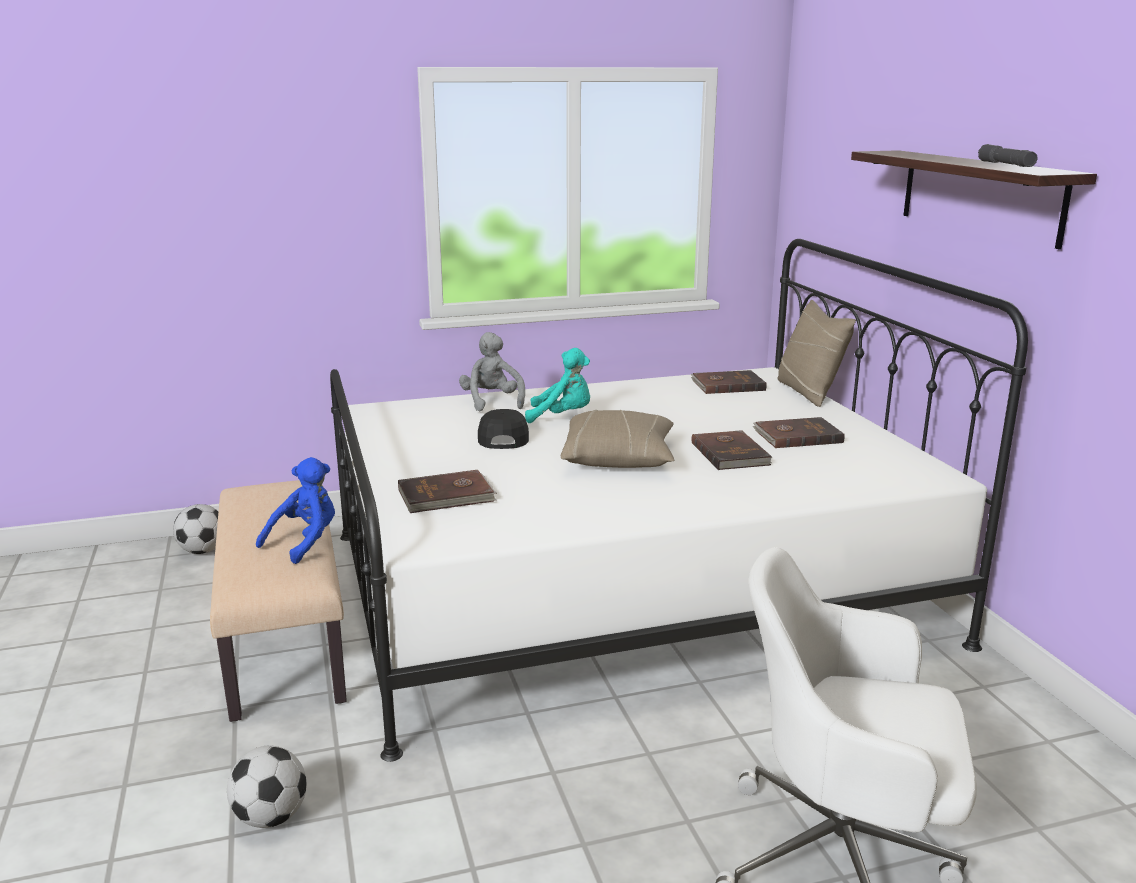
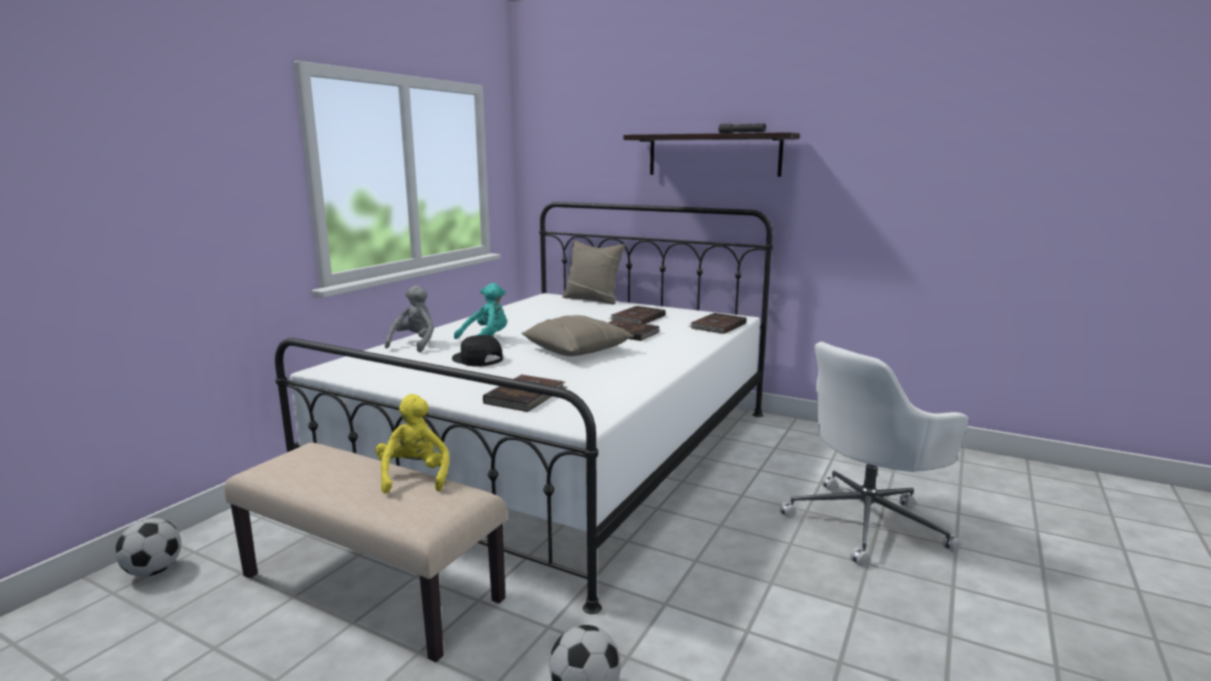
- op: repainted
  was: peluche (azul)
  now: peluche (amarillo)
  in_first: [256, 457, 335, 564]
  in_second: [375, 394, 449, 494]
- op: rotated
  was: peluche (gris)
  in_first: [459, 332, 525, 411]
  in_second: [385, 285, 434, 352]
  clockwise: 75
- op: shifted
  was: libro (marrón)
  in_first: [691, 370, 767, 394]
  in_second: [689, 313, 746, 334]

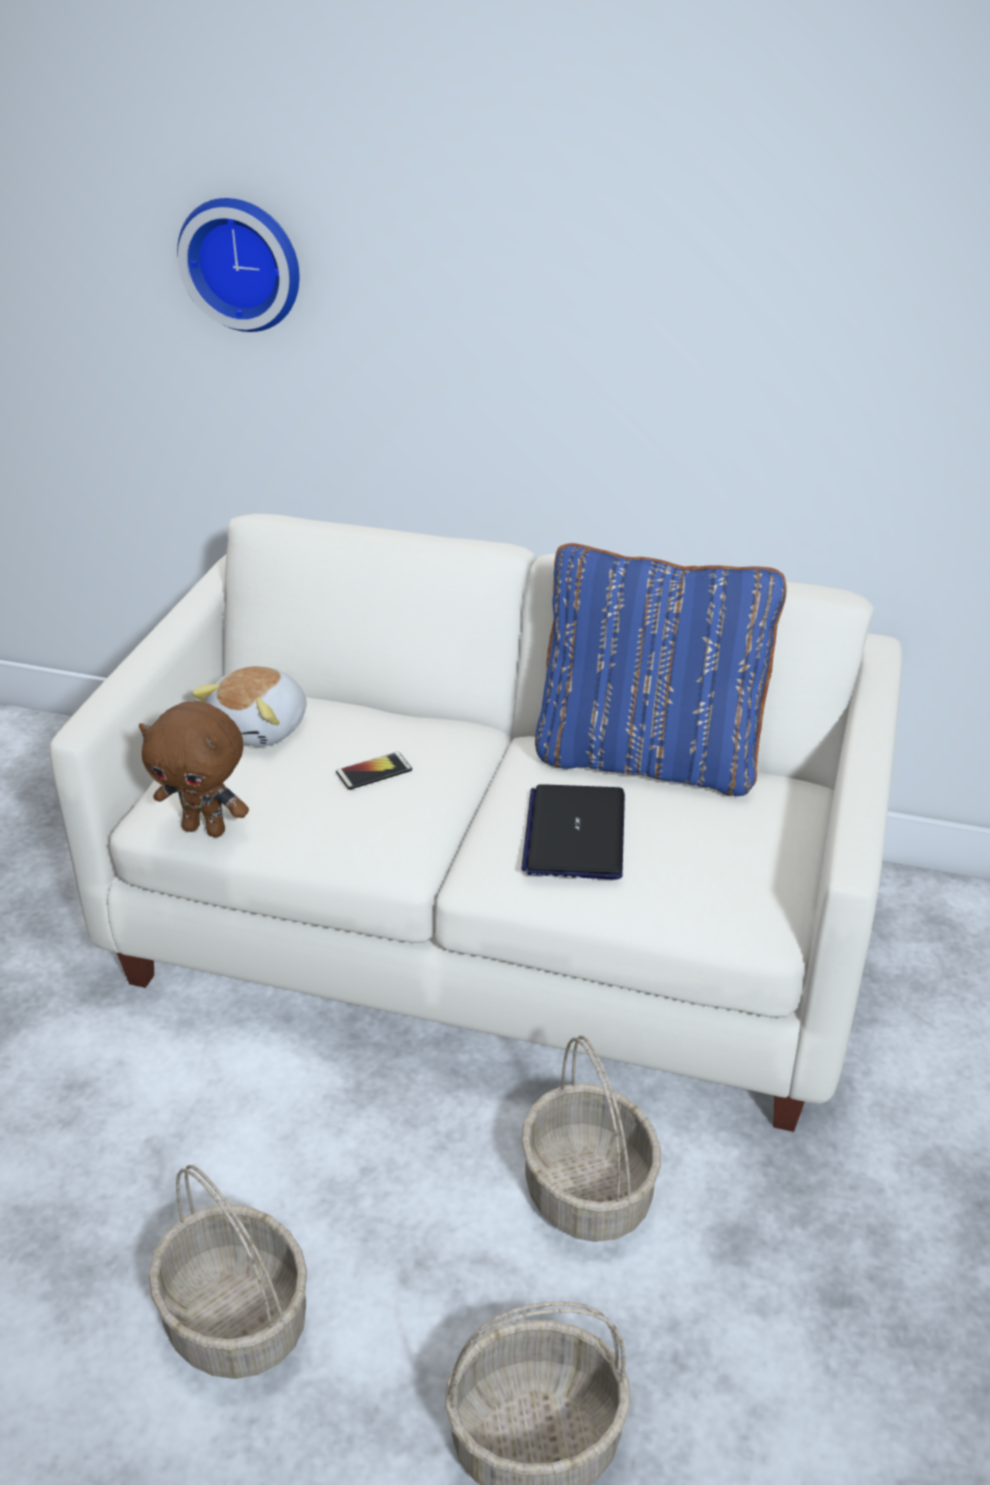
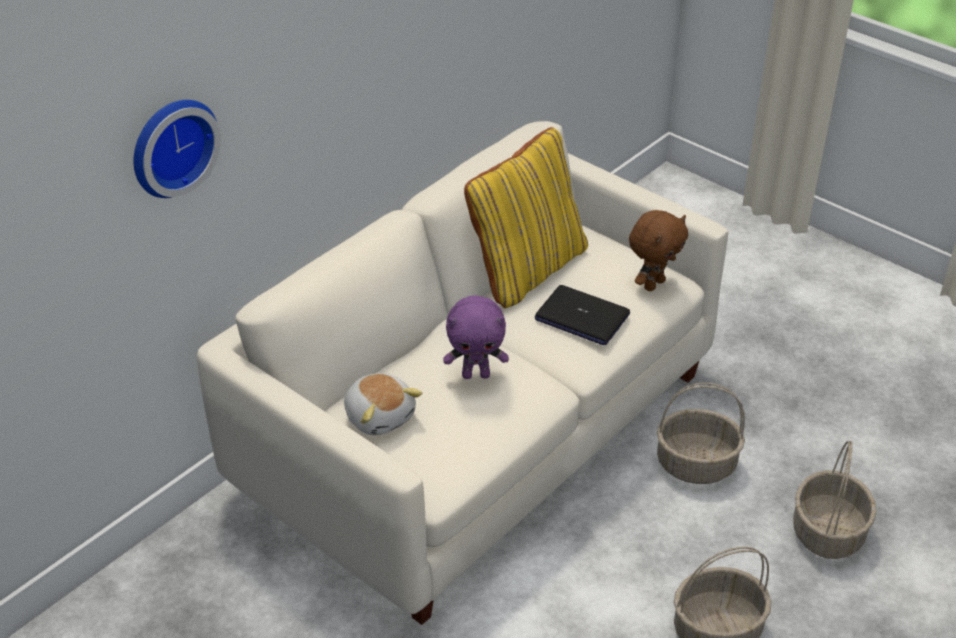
- op: shifted
  was: peluche (marrón)
  in_first: [139, 701, 249, 837]
  in_second: [629, 210, 688, 291]
- op: swapped
  was: móvil
  now: peluche (morado)
  in_first: [336, 752, 412, 790]
  in_second: [443, 295, 509, 379]
- op: repainted
  was: cojín (azul)
  now: cojín (amarillo)
  in_first: [535, 543, 787, 796]
  in_second: [464, 127, 588, 308]

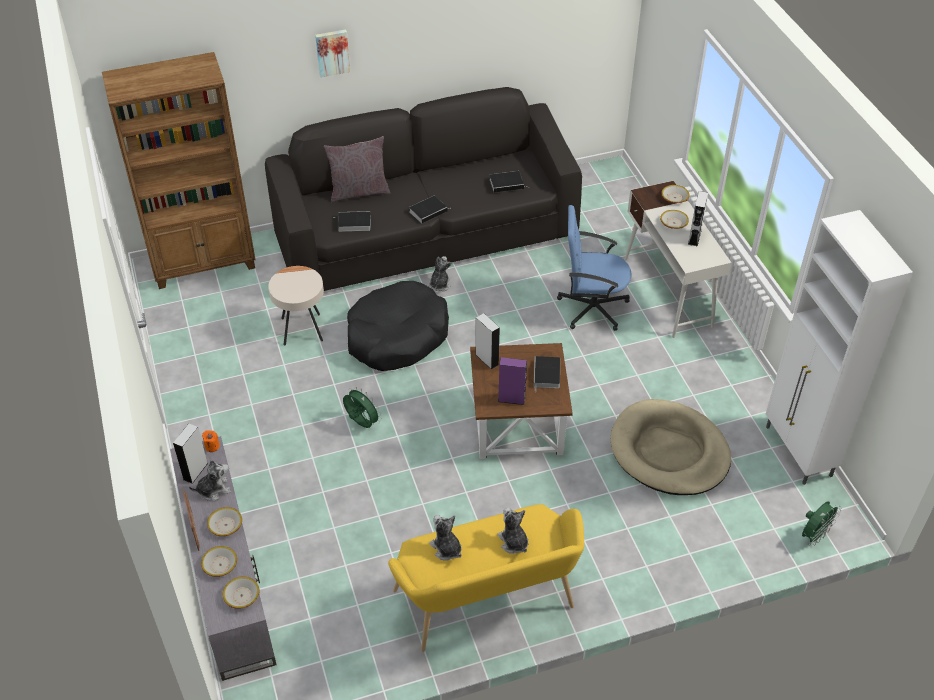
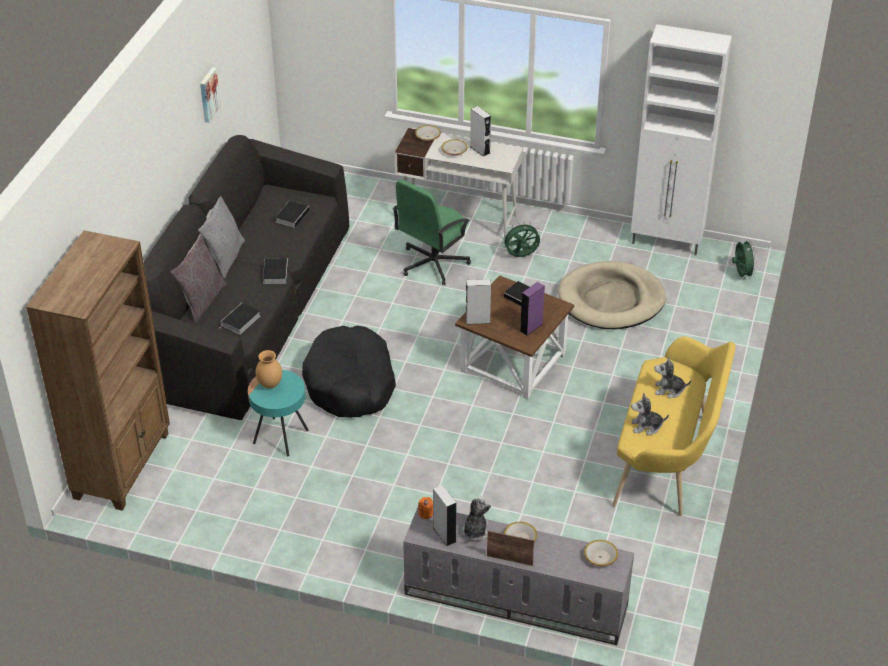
- op: gone
  was: cuenco
  in_first: [201, 546, 237, 577]
- op: repainted
  was: mesa auxiliar (beis)
  now: mesa auxiliar (turquesa)
  in_first: [268, 266, 324, 346]
  in_second: [248, 370, 309, 457]
- op: shifted
  was: cuadro
  in_first: [315, 29, 350, 77]
  in_second: [200, 67, 221, 123]
- op: shifted
  was: ventilador (verde)
  in_first: [343, 387, 382, 428]
  in_second: [502, 222, 540, 257]
- op: gone
  was: peluche
  in_first: [429, 256, 451, 292]
- op: repainted
  was: silla de oficina (azul)
  now: silla de oficina (verde)
  in_first: [557, 205, 632, 331]
  in_second: [392, 179, 471, 285]
- op: new
  now: cojín (gris)
  in_second: [198, 196, 245, 279]
- op: new
  now: florero (marrón)
  in_second: [256, 350, 282, 389]

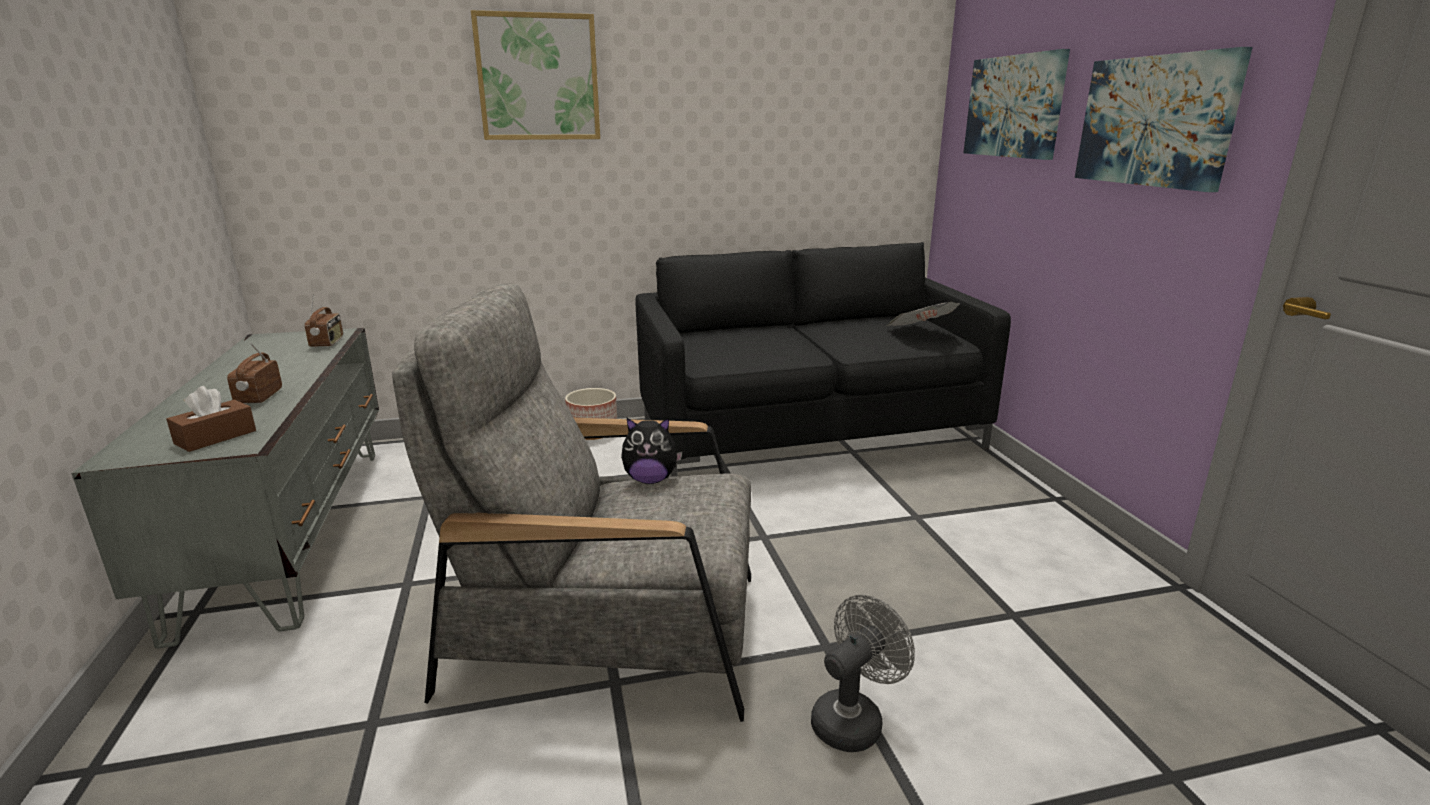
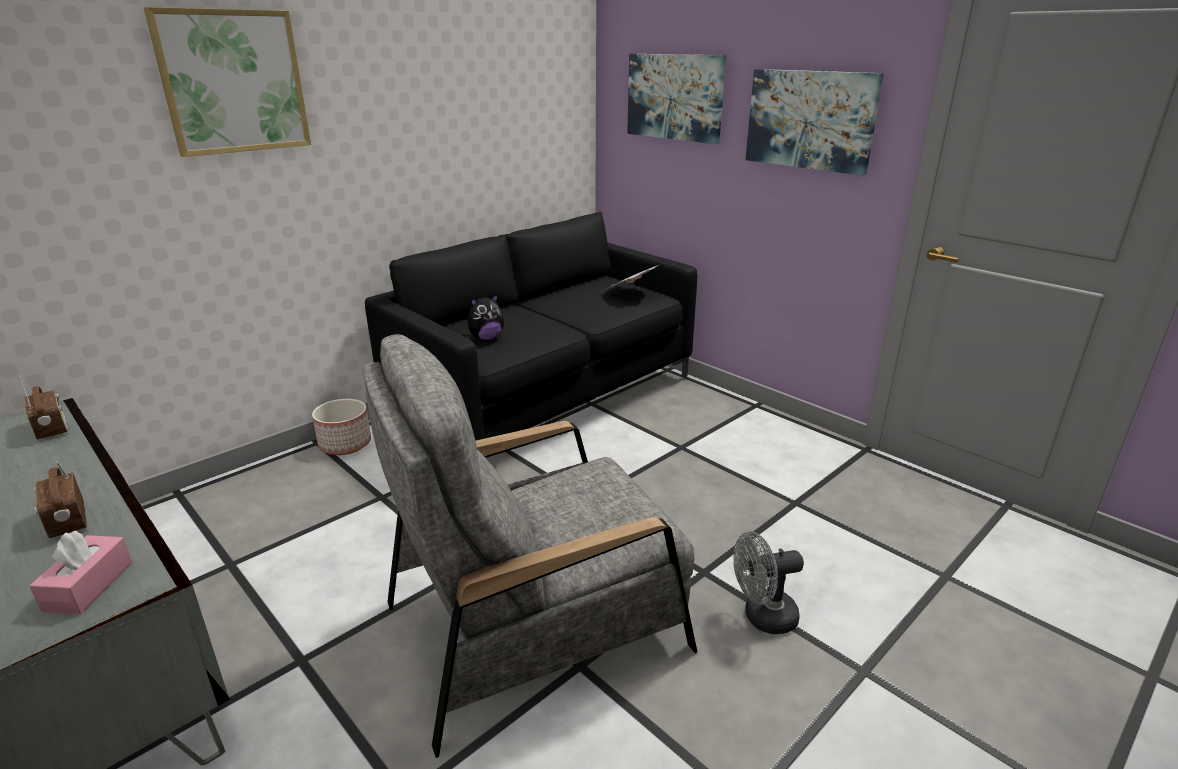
- op: repainted
  was: caja de pañuelos (marrón)
  now: caja de pañuelos (rosa)
  in_first: [166, 386, 256, 452]
  in_second: [30, 531, 132, 614]
- op: shifted
  was: peluche
  in_first: [621, 418, 683, 484]
  in_second: [467, 293, 504, 341]
- op: rotated
  was: ventilador (gris)
  in_first: [811, 595, 915, 752]
  in_second: [733, 532, 804, 634]
  clockwise: -120

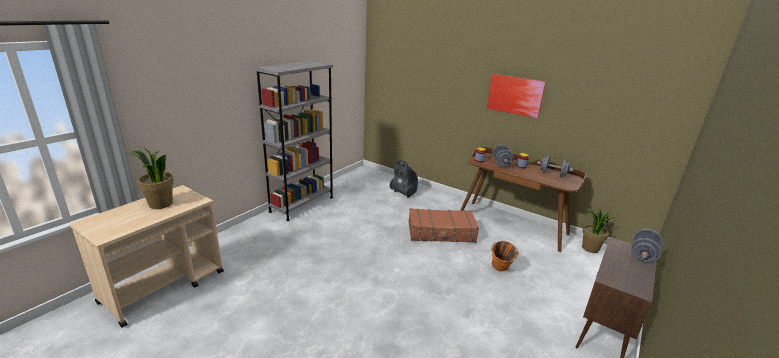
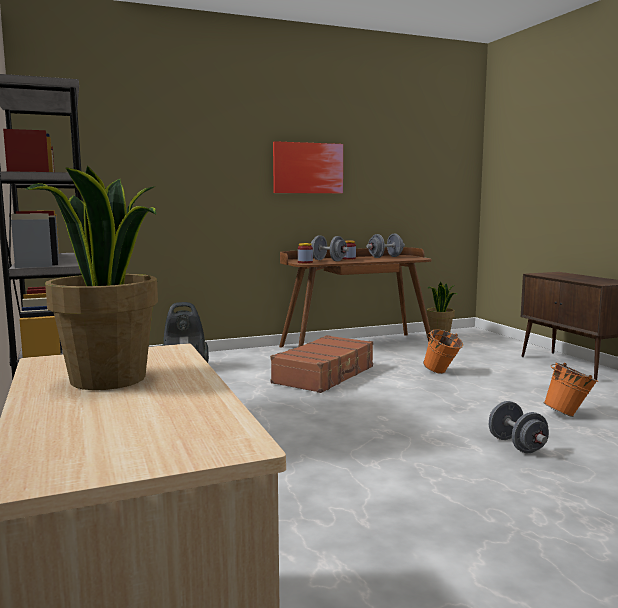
- op: shifted
  was: mancuerna (gris)
  in_first: [630, 229, 663, 263]
  in_second: [489, 401, 549, 453]
- op: new
  now: cubo (naranja)
  in_second: [544, 362, 598, 417]

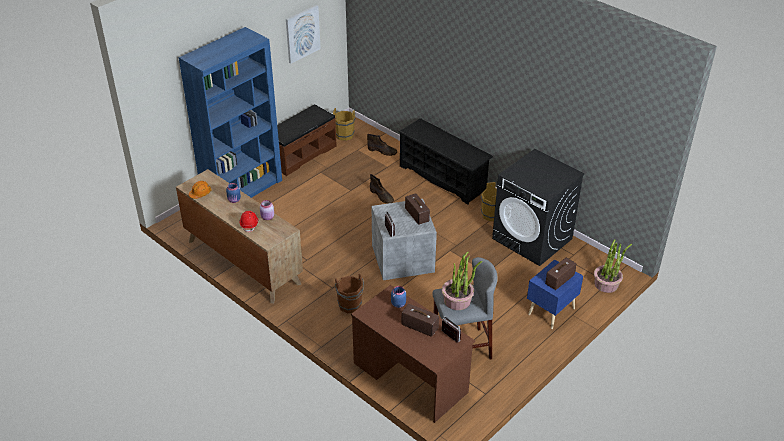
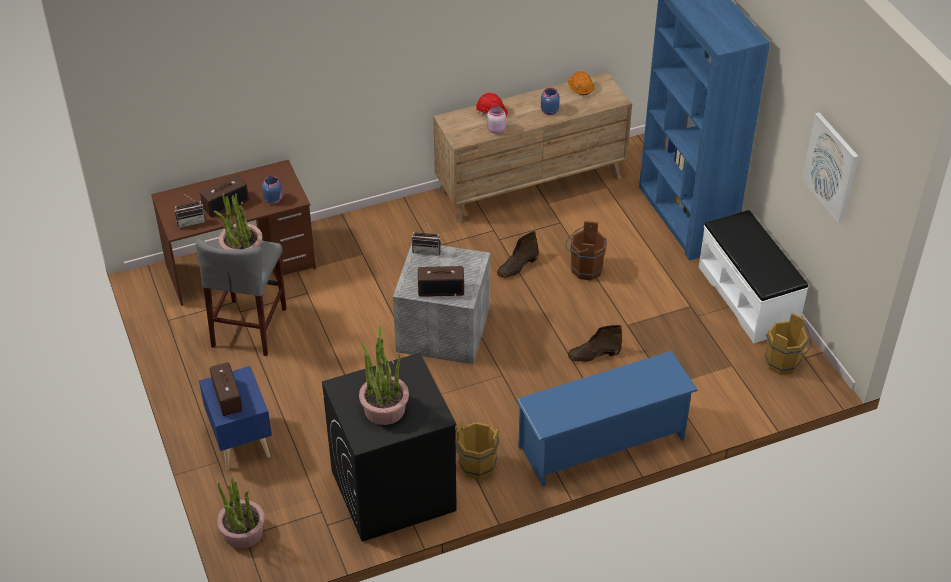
- op: repainted
  was: banco (marrón)
  now: banco (blanco)
  in_first: [277, 104, 337, 176]
  in_second: [698, 210, 808, 343]
- op: shifted
  was: cubo (marrón)
  in_first: [335, 274, 364, 313]
  in_second: [565, 221, 607, 281]
- op: shifted
  was: bota (marrón)
  in_first: [367, 134, 397, 156]
  in_second: [497, 231, 539, 278]
- op: repainted
  was: zapatero (negro)
  now: zapatero (azul)
  in_first: [399, 118, 493, 205]
  in_second: [516, 351, 698, 487]
- op: new
  now: planta en maceta
  in_second: [359, 326, 409, 425]

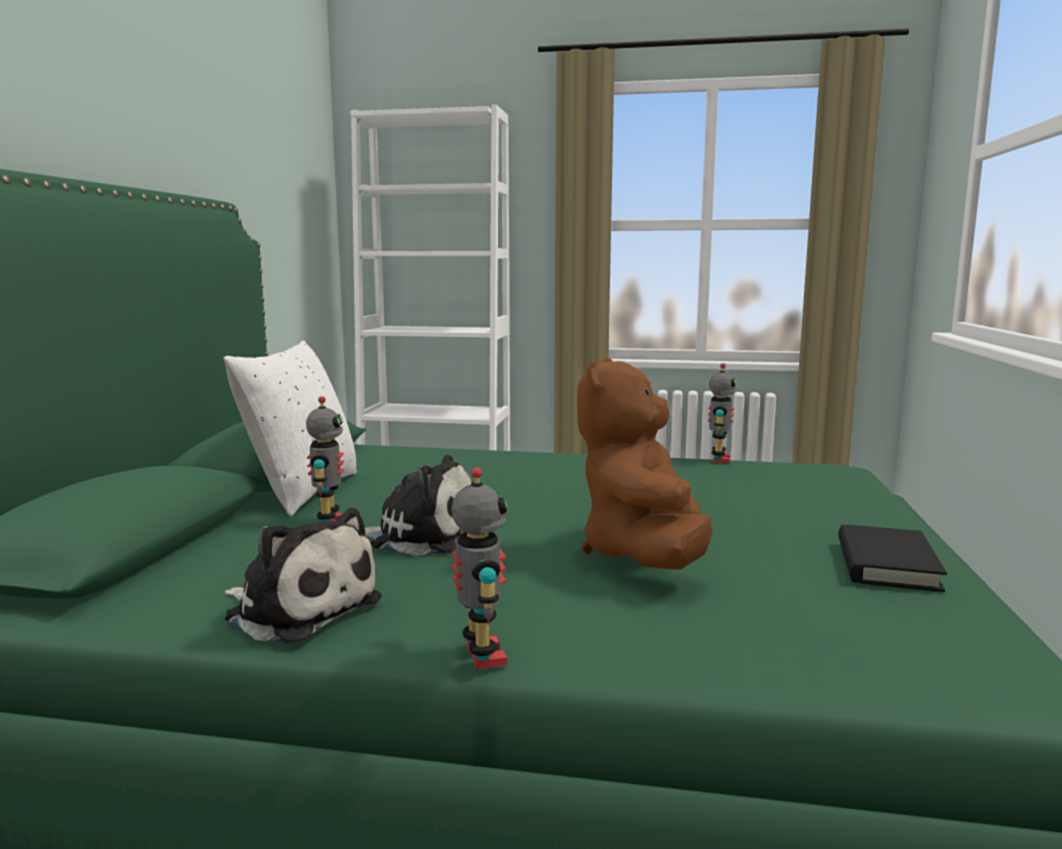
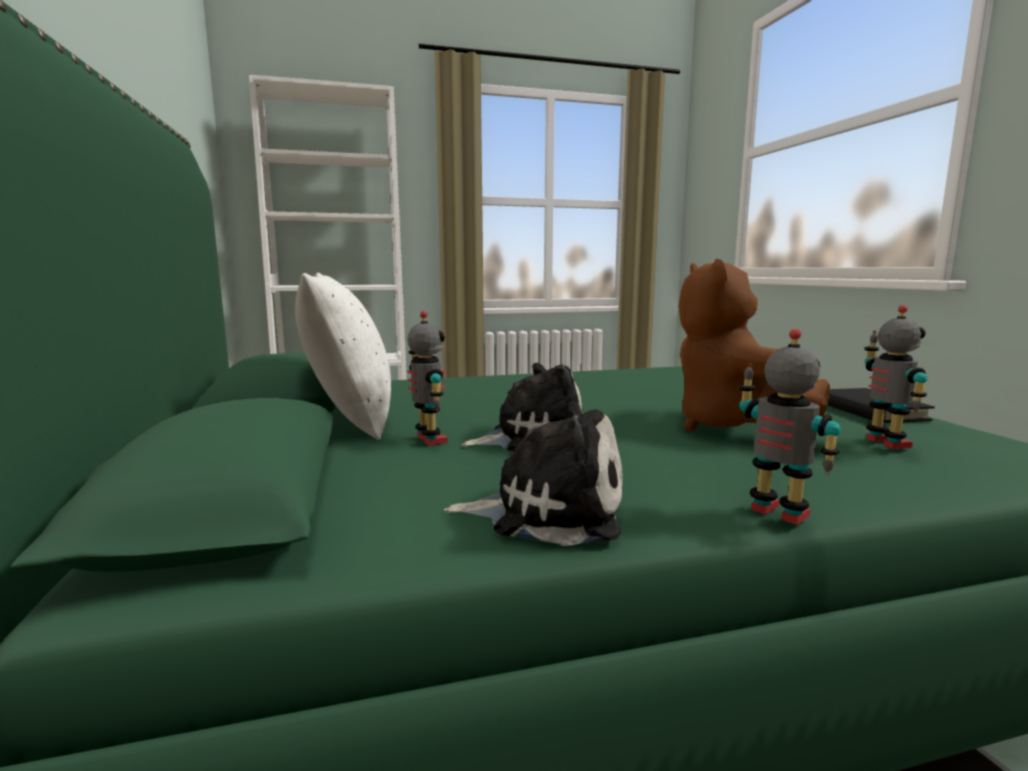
- op: shifted
  was: robot de juguete
  in_first: [708, 363, 737, 463]
  in_second: [864, 305, 927, 449]

